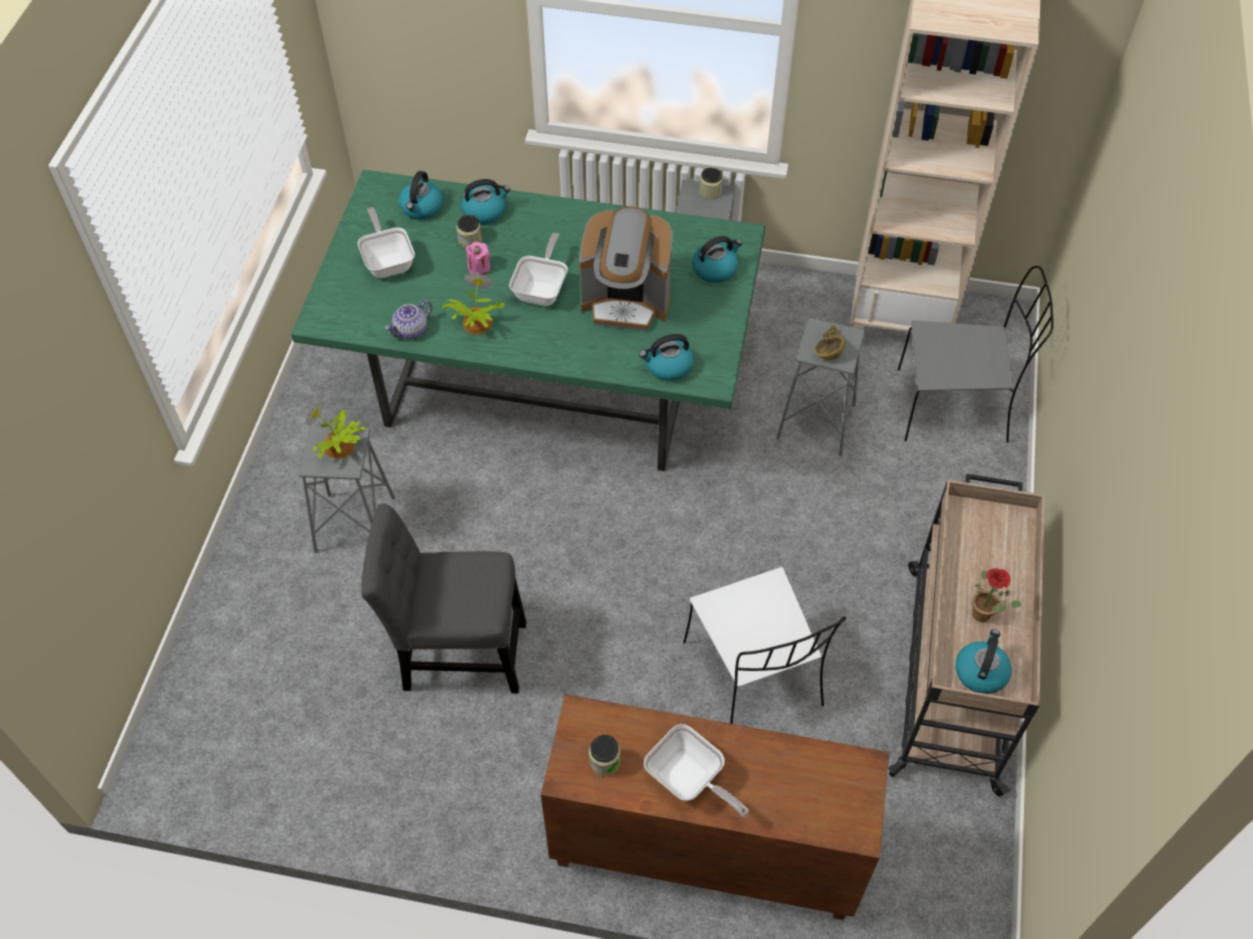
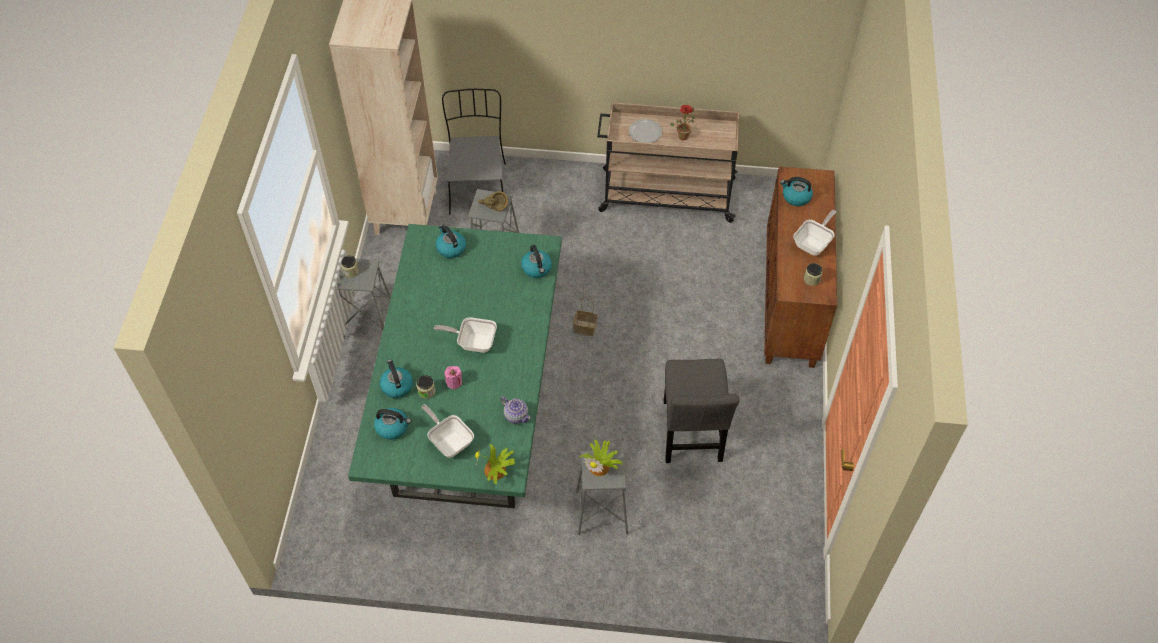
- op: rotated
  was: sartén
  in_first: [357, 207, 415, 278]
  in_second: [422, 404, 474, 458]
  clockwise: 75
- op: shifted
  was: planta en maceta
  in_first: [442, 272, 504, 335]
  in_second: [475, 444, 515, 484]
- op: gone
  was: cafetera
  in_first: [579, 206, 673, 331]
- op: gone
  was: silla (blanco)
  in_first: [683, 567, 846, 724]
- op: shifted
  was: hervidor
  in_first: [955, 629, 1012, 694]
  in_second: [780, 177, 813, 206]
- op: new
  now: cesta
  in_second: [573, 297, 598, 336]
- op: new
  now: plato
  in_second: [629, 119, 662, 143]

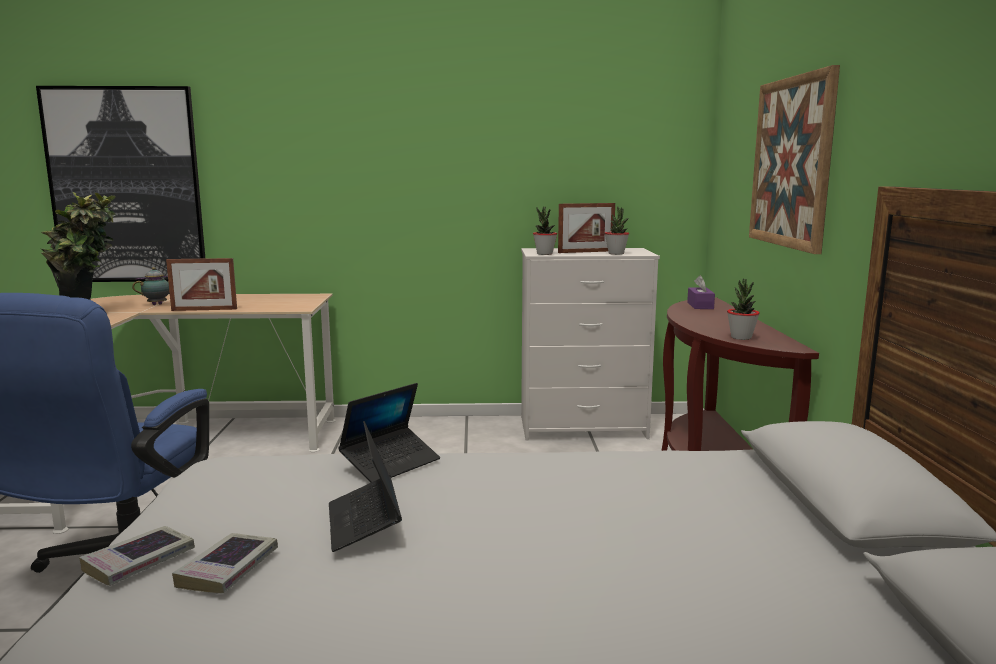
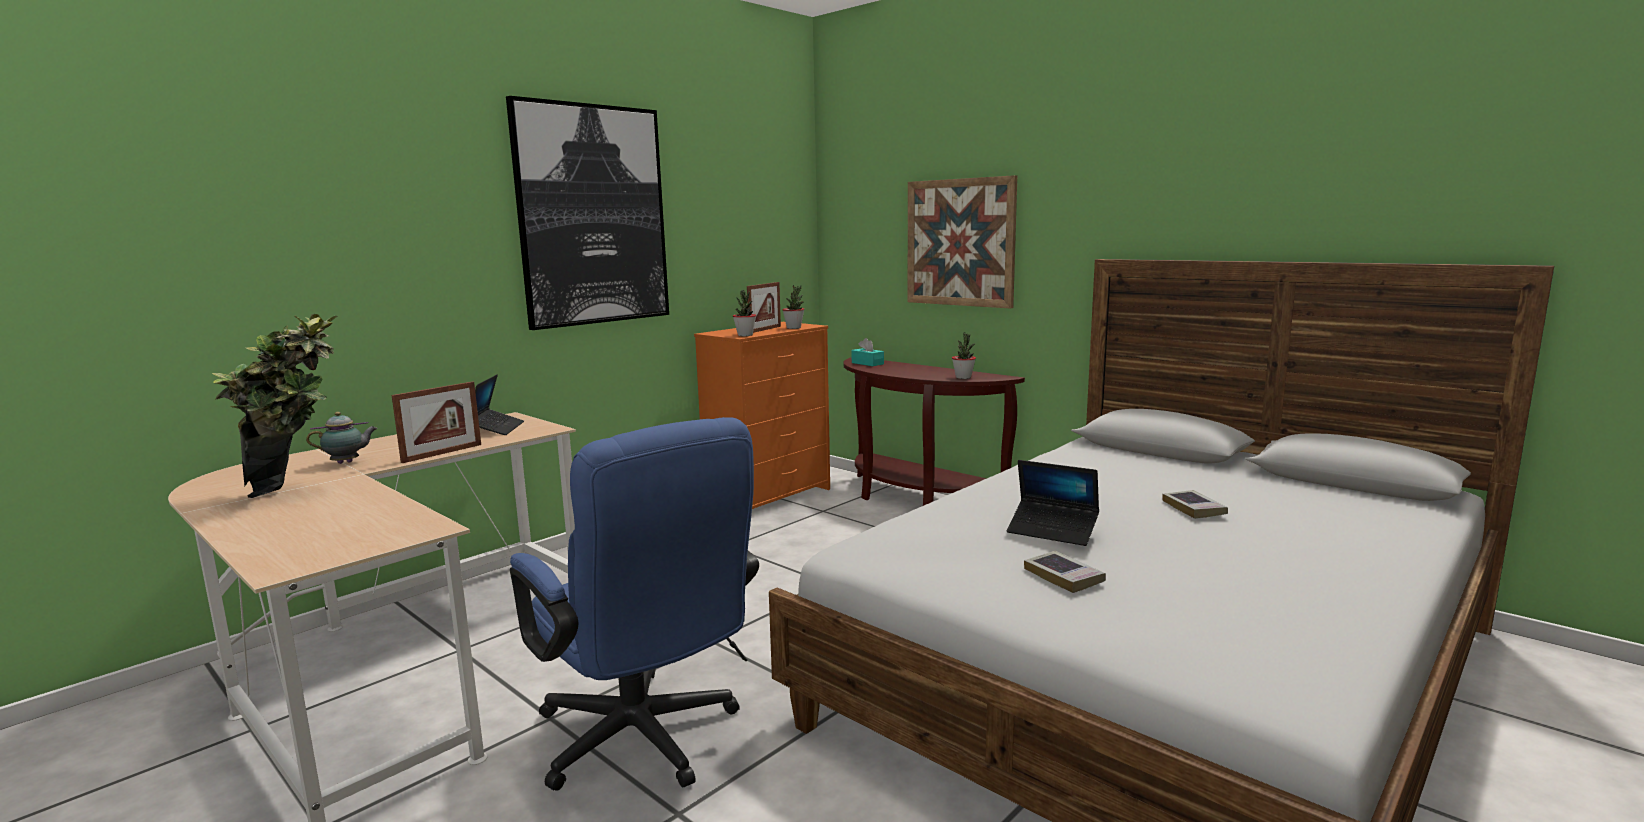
- op: shifted
  was: cuadro
  in_first: [36, 86, 205, 282]
  in_second: [506, 96, 669, 330]
- op: shifted
  was: libro
  in_first: [79, 526, 195, 586]
  in_second: [1162, 490, 1228, 519]
- op: rotated
  was: tetera
  in_first: [132, 267, 170, 305]
  in_second: [306, 412, 377, 464]
  clockwise: 60
- op: shifted
  was: portátil
  in_first: [338, 383, 440, 482]
  in_second: [475, 375, 524, 435]
- op: repainted
  was: cómoda (blanco)
  now: cómoda (naranja)
  in_first: [521, 248, 660, 441]
  in_second: [694, 322, 830, 509]
- op: repainted
  was: caja de pañuelos (morado)
  now: caja de pañuelos (turquesa)
  in_first: [687, 275, 715, 309]
  in_second: [852, 338, 884, 366]

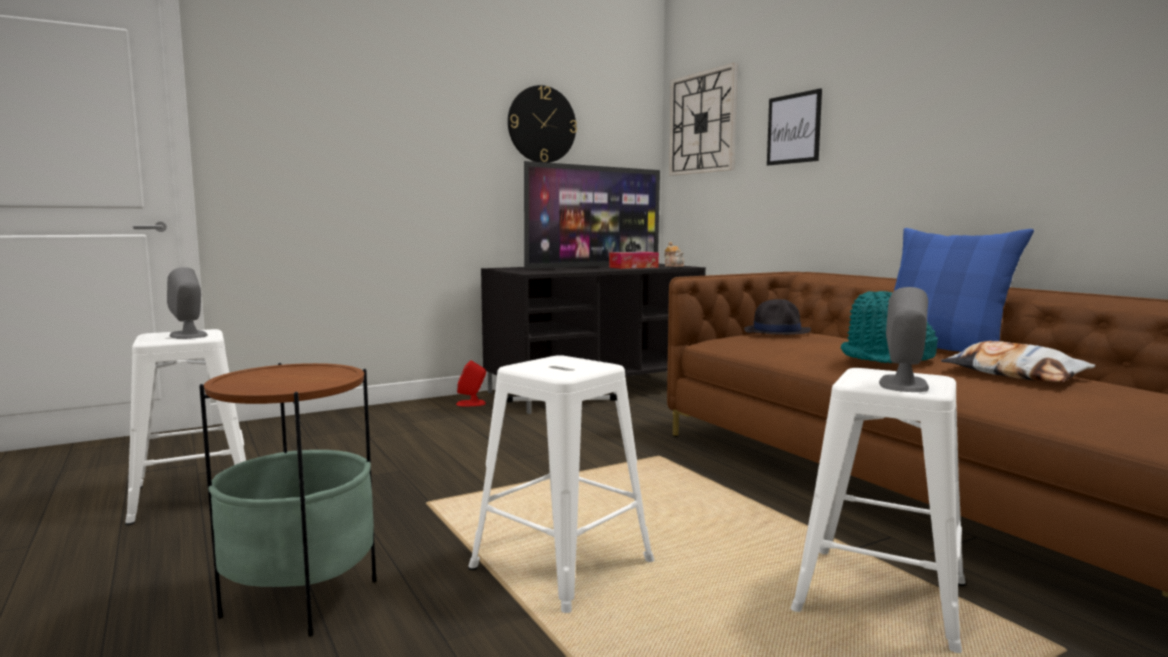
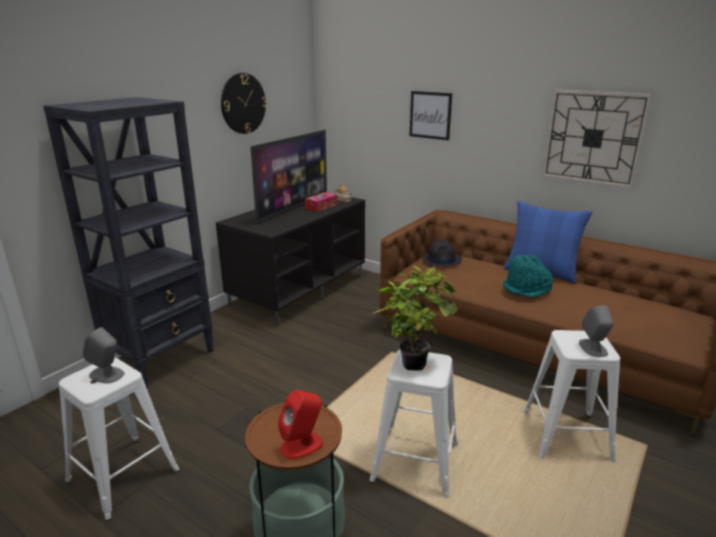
- op: shifted
  was: altavoz (rojo)
  in_first: [456, 360, 486, 406]
  in_second: [278, 390, 323, 459]
- op: shifted
  was: reloj de pared
  in_first: [669, 63, 737, 176]
  in_second: [542, 90, 652, 189]
- op: gone
  was: cojín
  in_first: [941, 341, 1095, 382]
- op: new
  now: estantería (negro)
  in_second: [43, 97, 214, 389]
- op: new
  now: planta en maceta
  in_second: [373, 266, 458, 371]

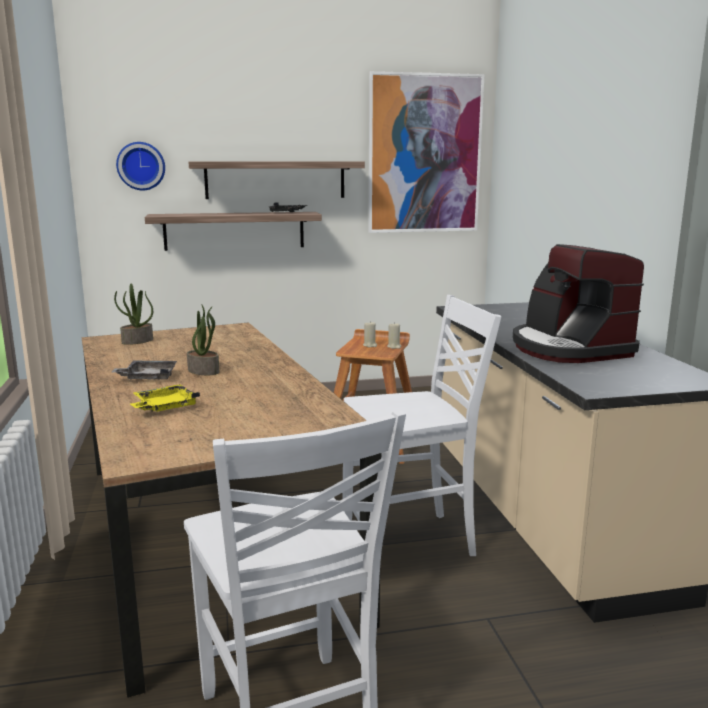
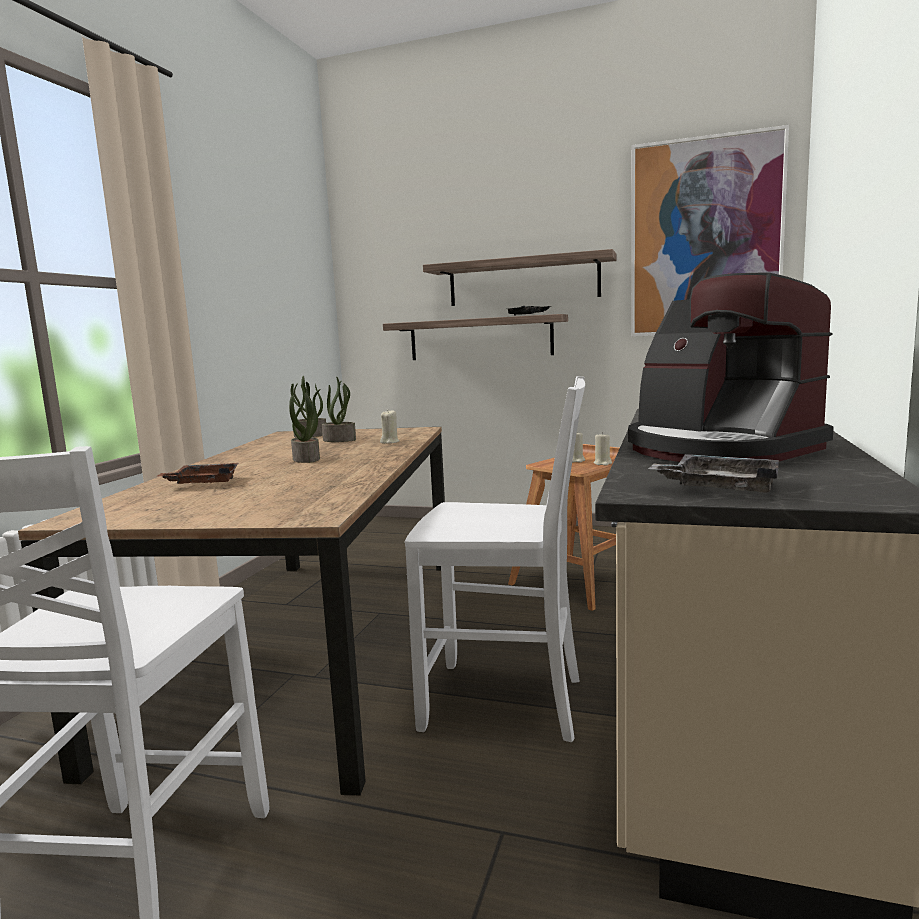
- op: shifted
  was: bandeja (gris)
  in_first: [112, 360, 177, 380]
  in_second: [648, 454, 779, 492]
- op: gone
  was: reloj de pared
  in_first: [116, 142, 165, 190]
- op: repainted
  was: bandeja (amarillo)
  now: bandeja (marrón)
  in_first: [130, 384, 200, 412]
  in_second: [156, 463, 239, 484]
- op: rotated
  was: cafetera
  in_first: [513, 244, 644, 363]
  in_second: [628, 273, 834, 462]
  clockwise: -45
- op: new
  now: planta en maceta
  in_second: [322, 376, 356, 442]
- op: new
  now: vela (beis)
  in_second: [380, 411, 400, 444]

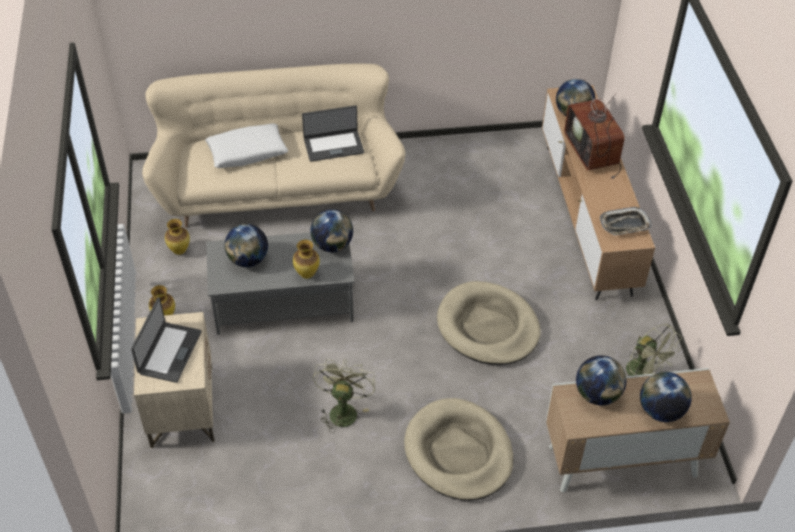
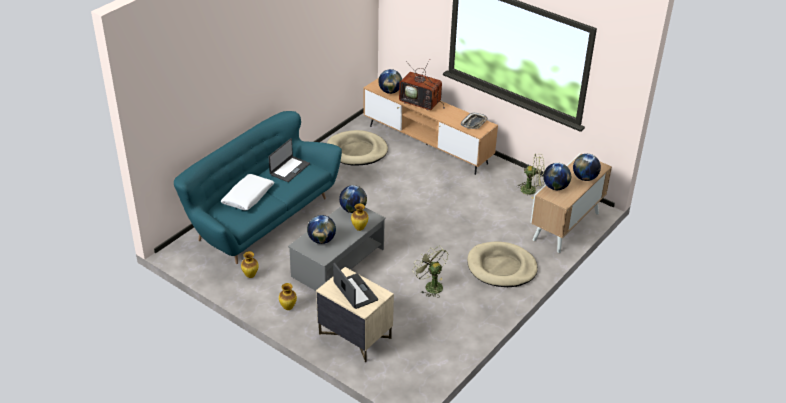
- op: repainted
  was: sofá (beis)
  now: sofá (turquesa)
  in_first: [142, 64, 405, 228]
  in_second: [174, 111, 342, 264]
- op: shifted
  was: cama para perro (beis)
  in_first: [437, 281, 541, 365]
  in_second: [327, 130, 388, 166]

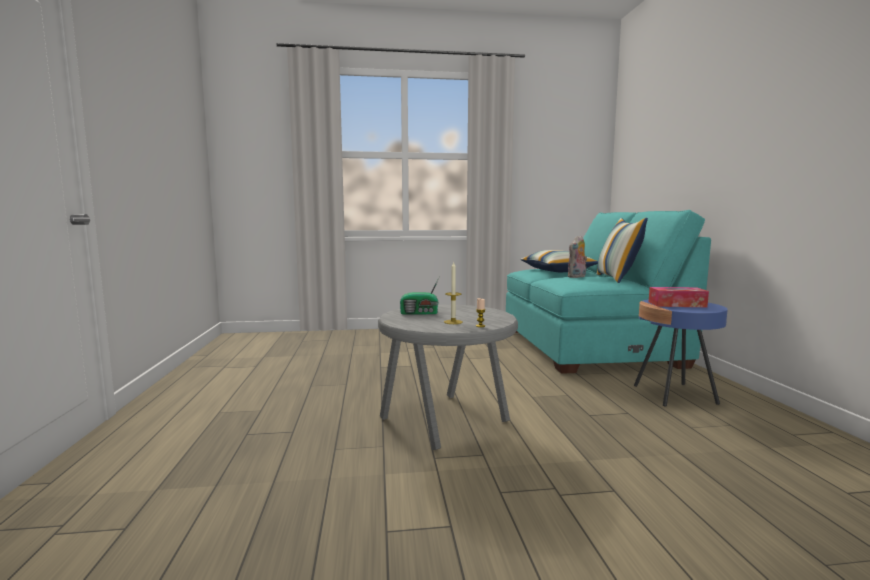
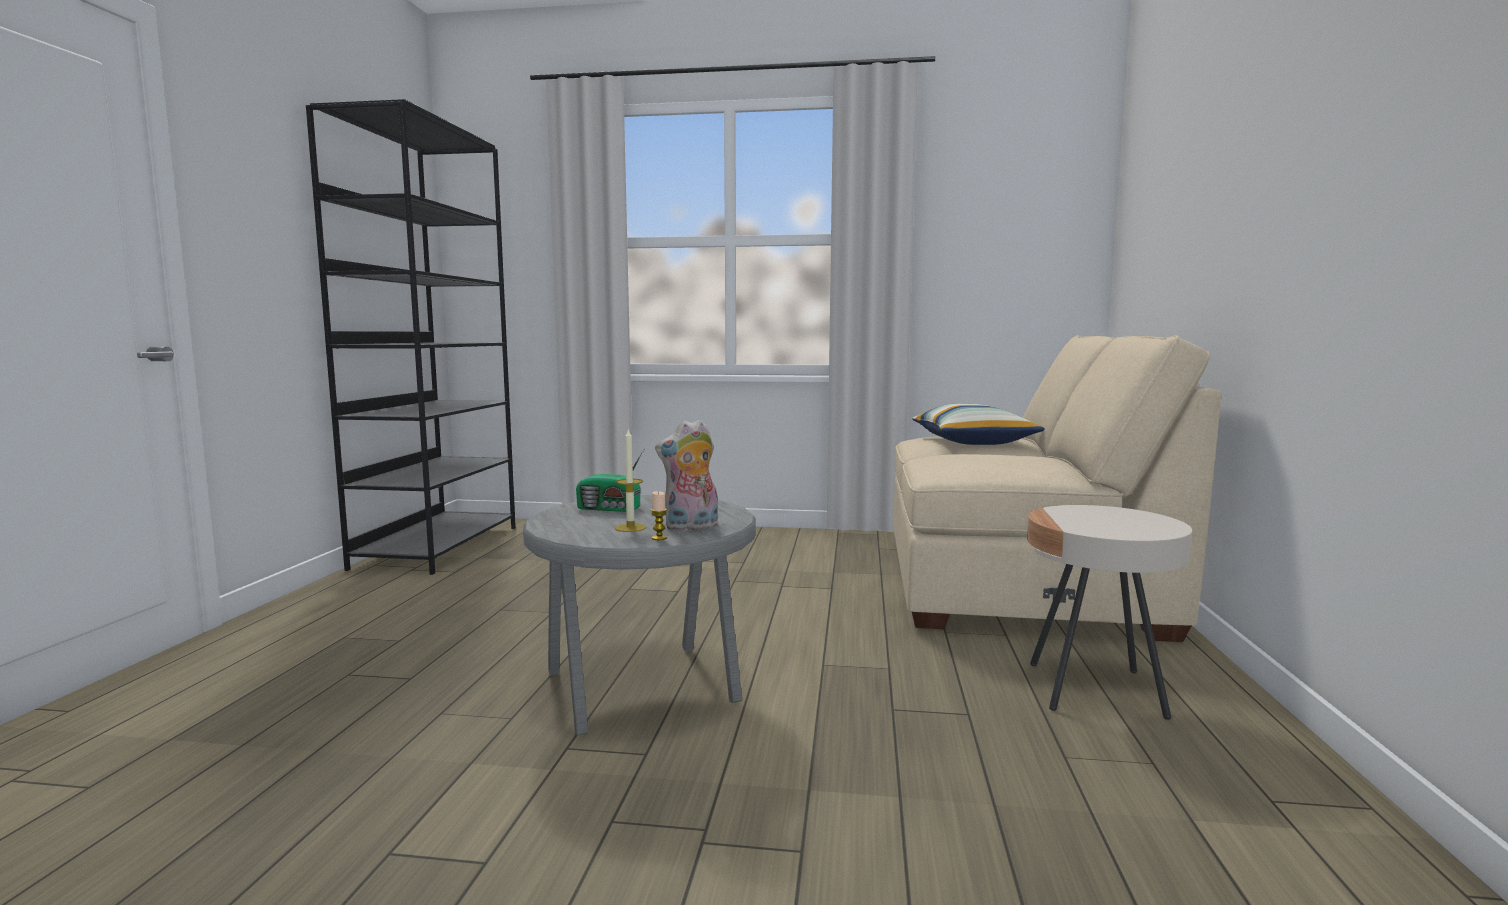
- op: repainted
  was: sofá (turquesa)
  now: sofá (beis)
  in_first: [506, 210, 711, 374]
  in_second: [893, 335, 1221, 642]
- op: shifted
  was: peluche
  in_first: [568, 236, 587, 278]
  in_second: [655, 419, 718, 532]
- op: gone
  was: cojín
  in_first: [597, 218, 648, 283]
- op: repainted
  was: mesa auxiliar (azul)
  now: mesa auxiliar (beis)
  in_first: [634, 299, 728, 407]
  in_second: [1027, 505, 1192, 720]
- op: gone
  was: caja de pañuelos
  in_first: [649, 287, 709, 307]
- op: new
  now: estantería (negro)
  in_second: [306, 99, 516, 575]

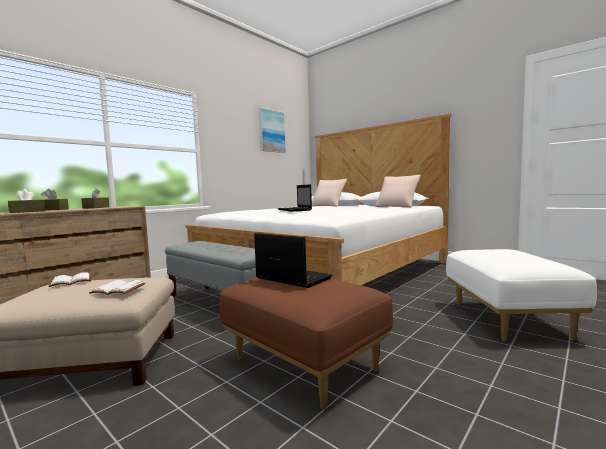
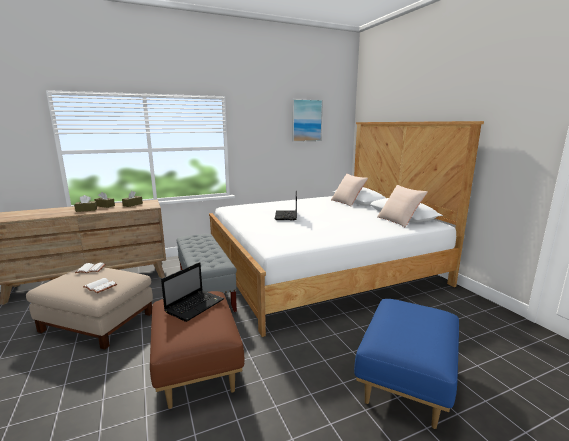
- op: rotated
  was: portátil
  in_first: [254, 233, 332, 288]
  in_second: [161, 262, 224, 322]
  clockwise: 60
- op: repainted
  was: puf (blanco)
  now: puf (azul)
  in_first: [446, 249, 597, 341]
  in_second: [354, 299, 459, 429]

